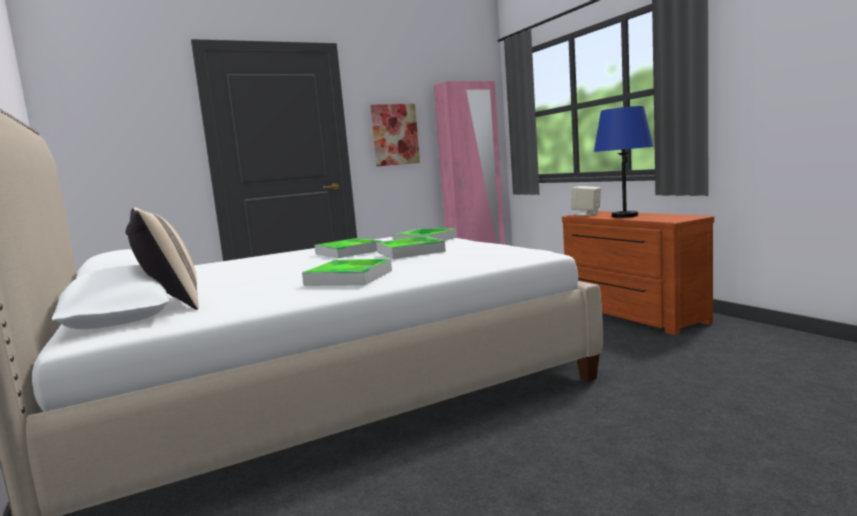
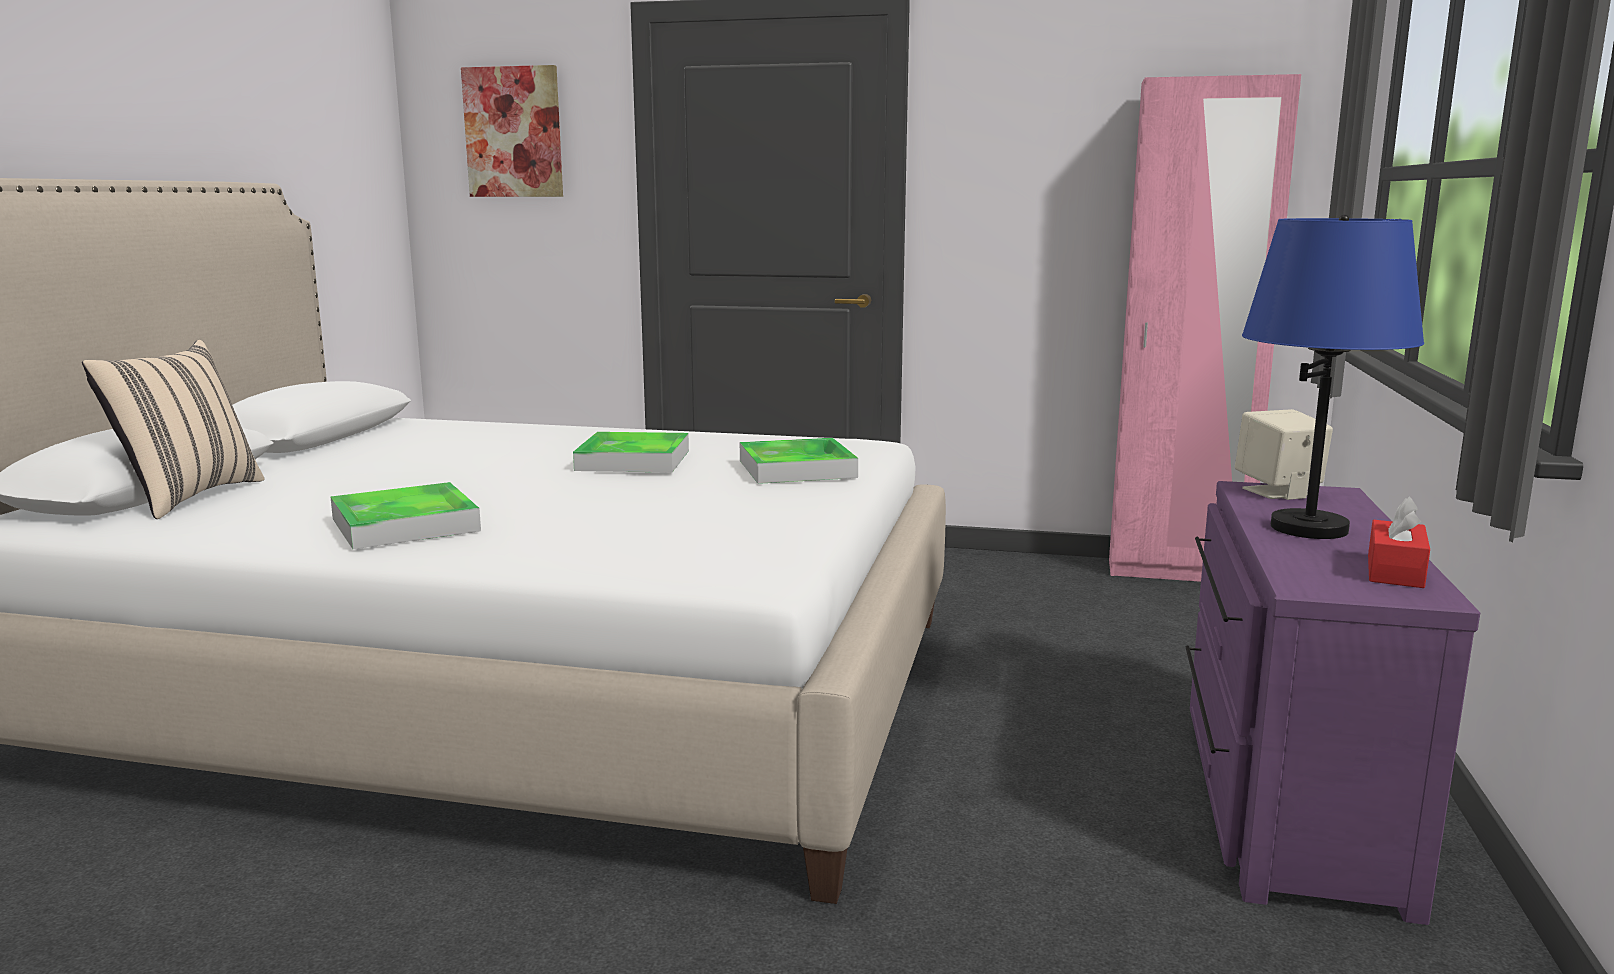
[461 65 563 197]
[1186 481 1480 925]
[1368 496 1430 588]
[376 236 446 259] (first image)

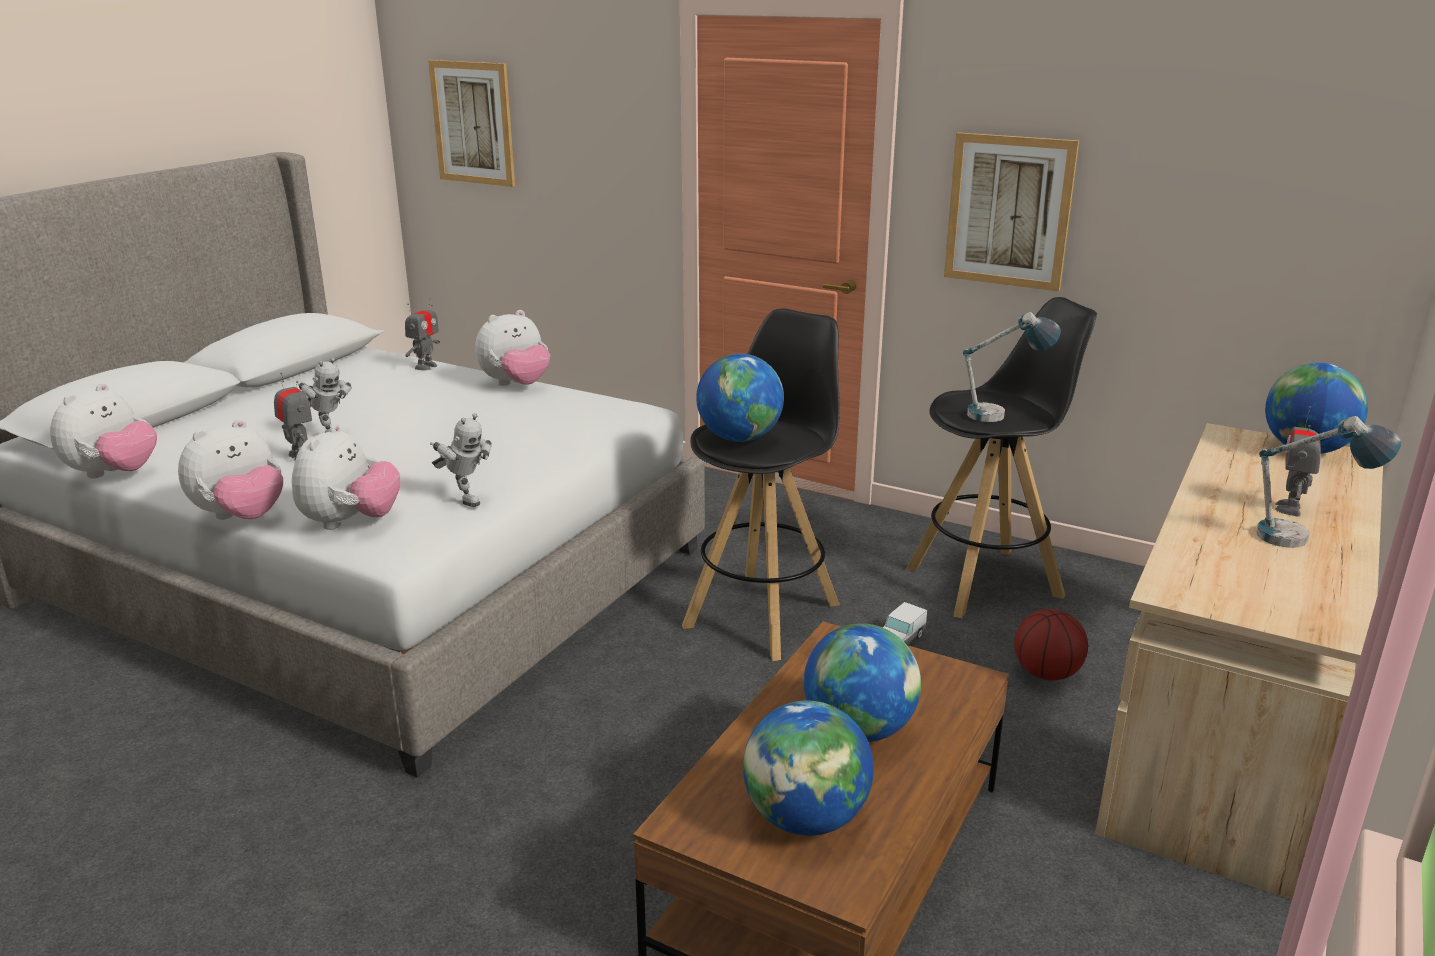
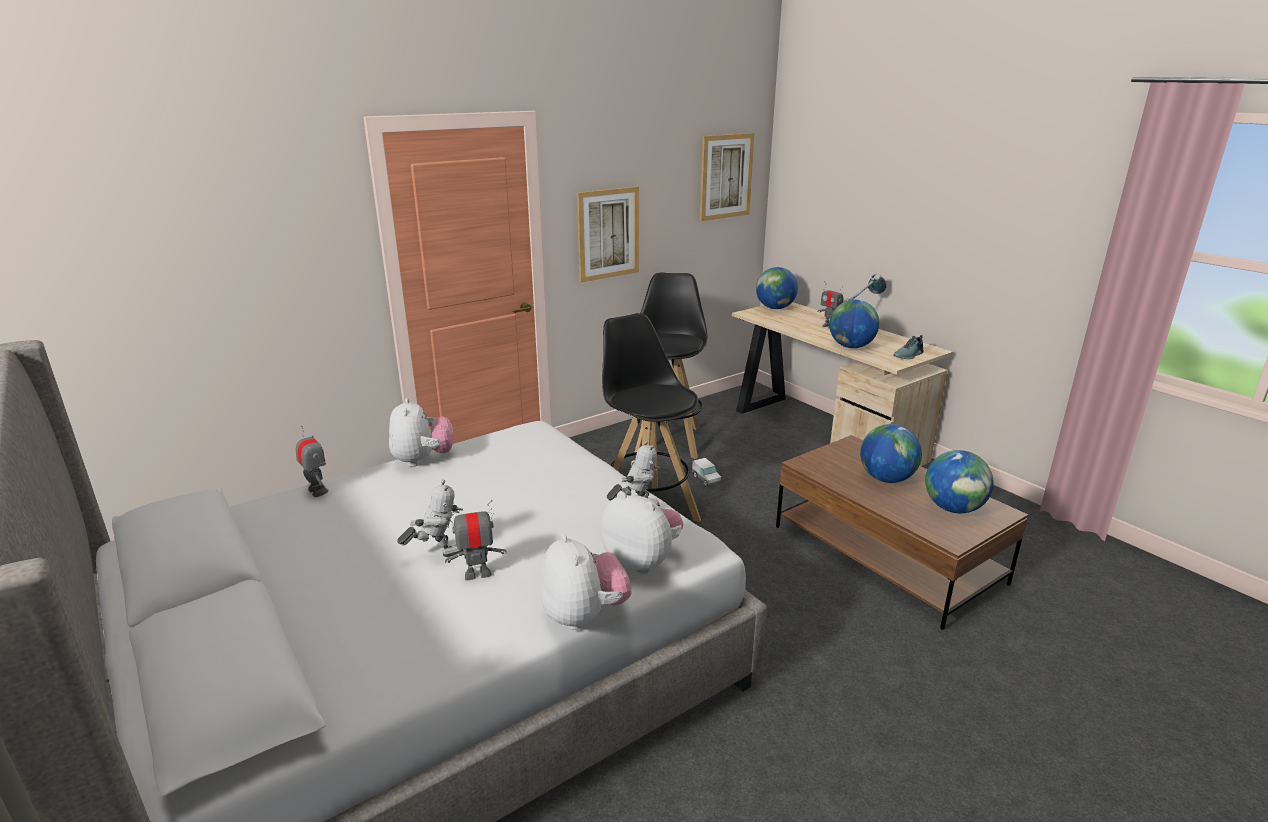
[700 133 754 221]
[829 300 880 348]
[893 335 923 359]
[50 383 157 479] (first image)
[963 312 1061 422] (first image)
[1014 609 1088 681] (first image)

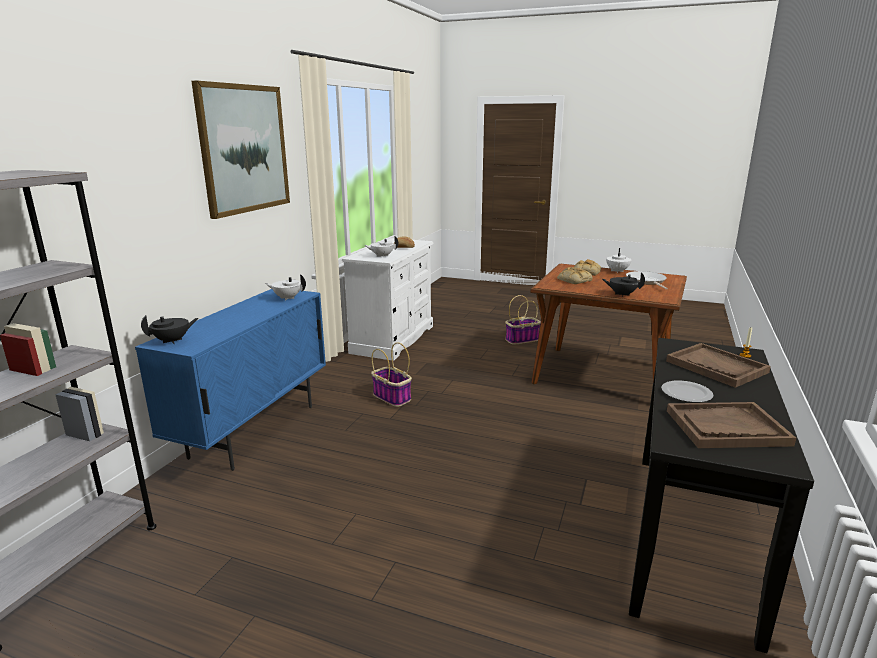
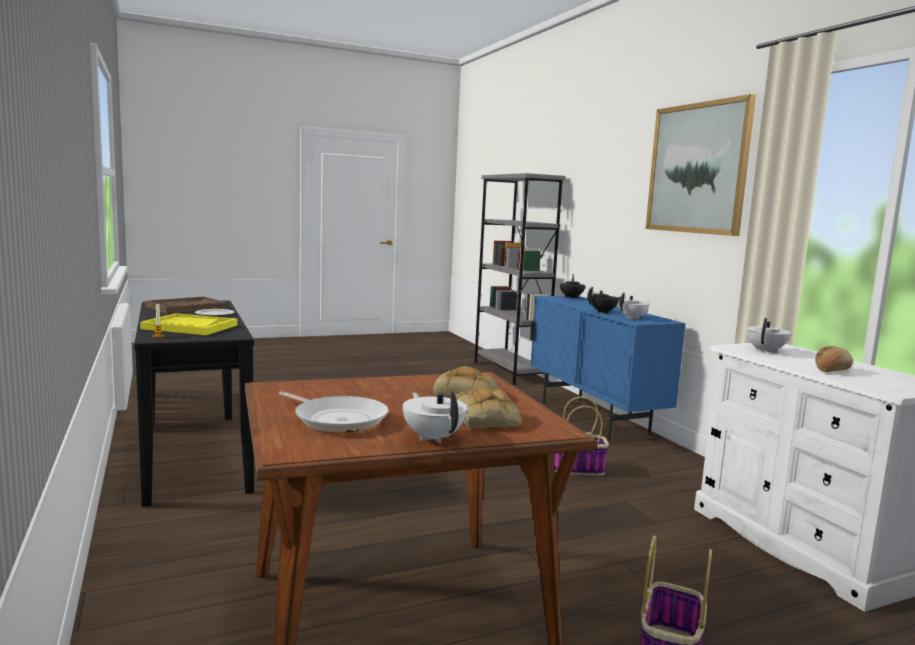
[140 313 238 335]
[587 287 620 314]

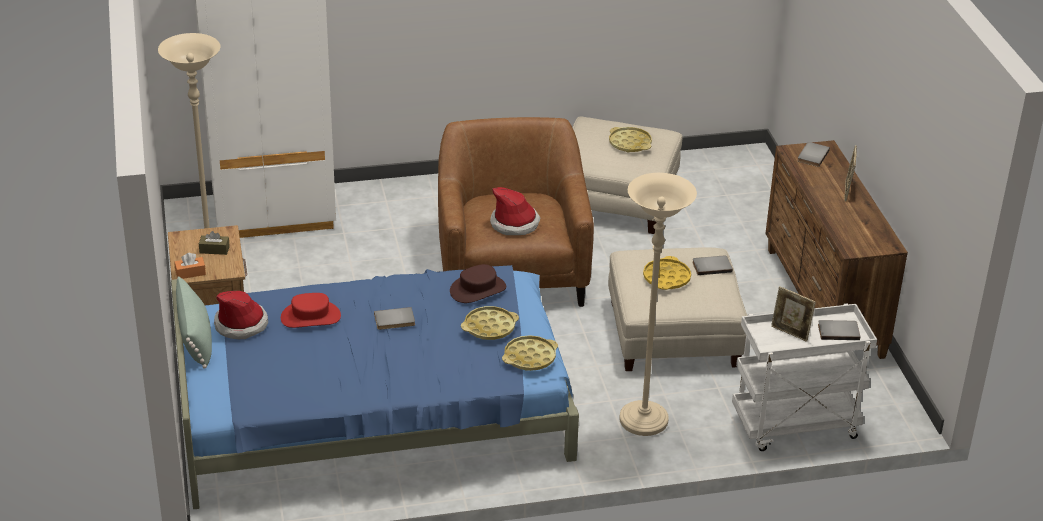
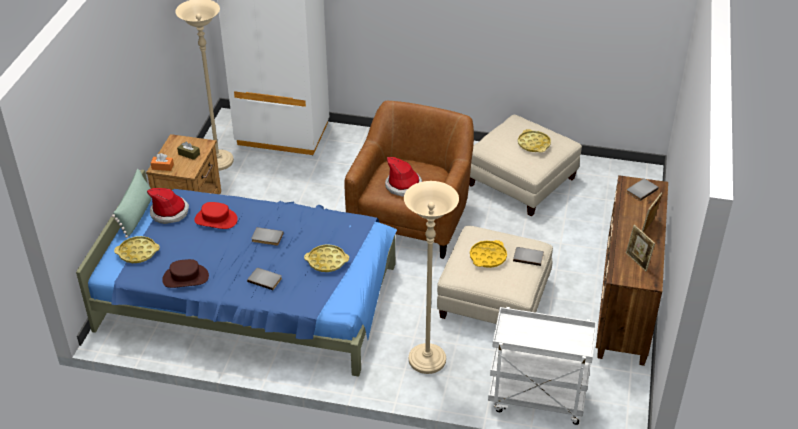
[114 236 160 263]
[162 259 209 288]
[247 268 282 290]
[626 225 655 271]

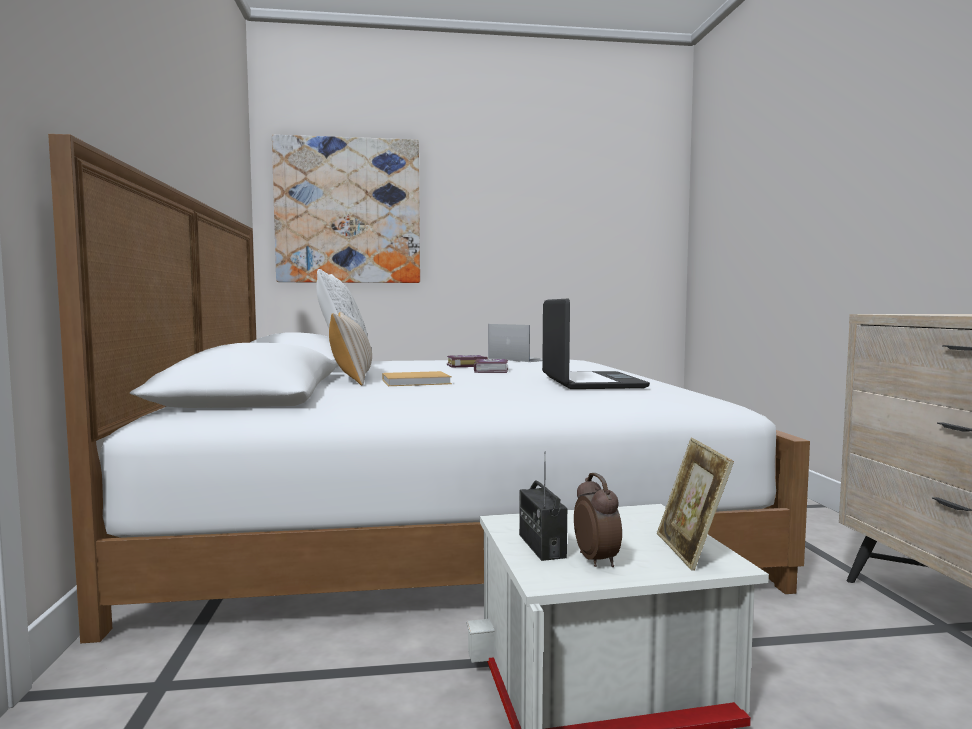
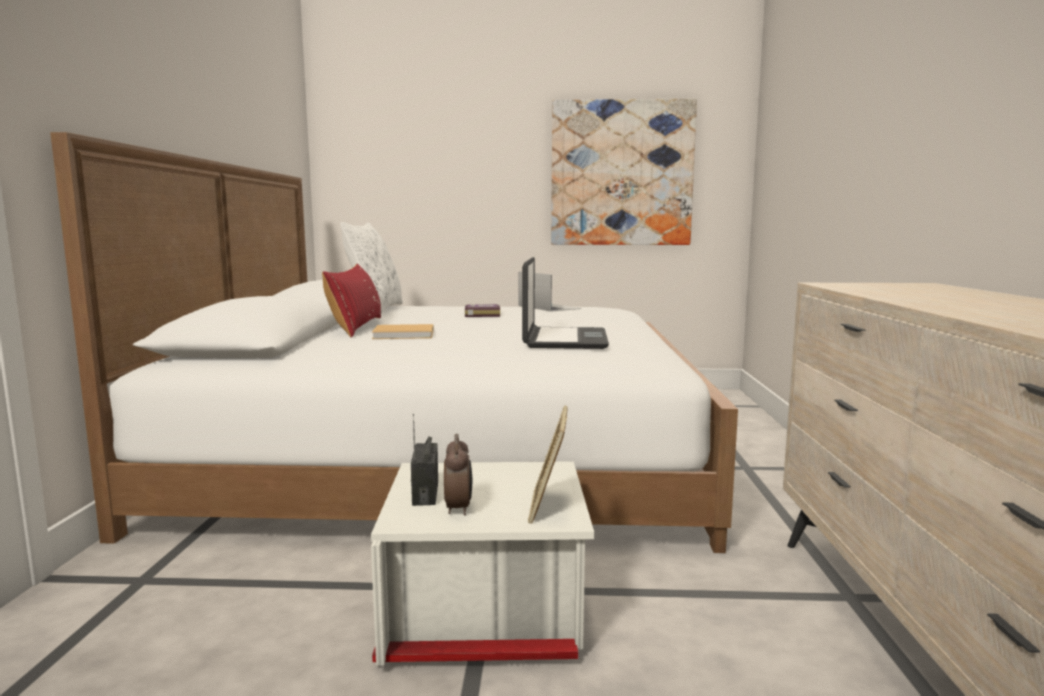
[322 264 381 337]
[551 99 697 245]
[474 359 508 373] (first image)

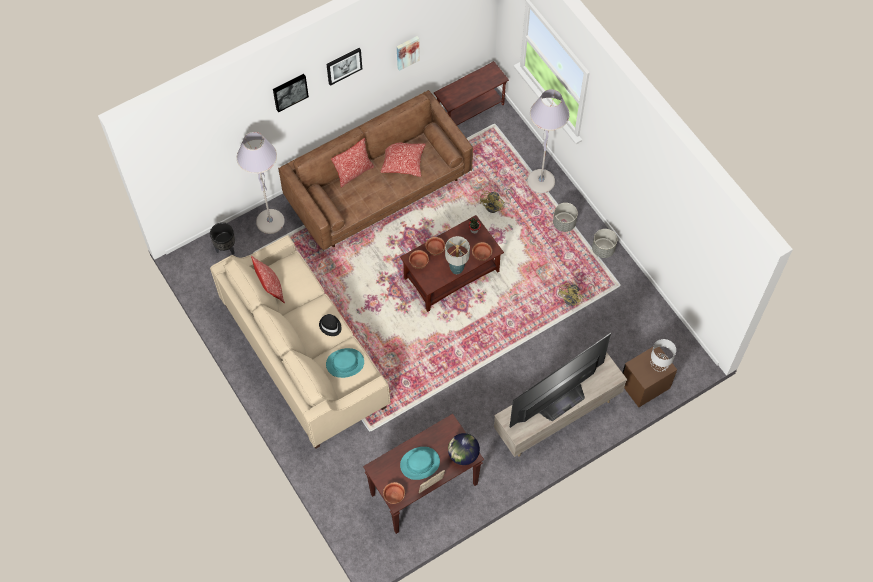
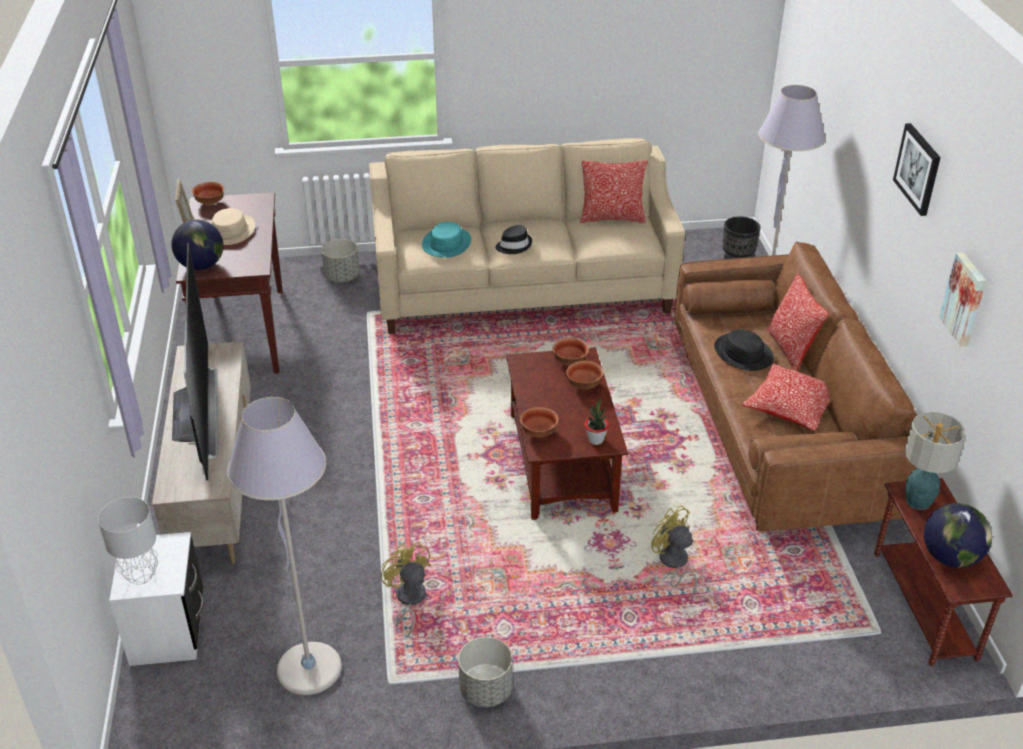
[109 532 203 666]
[209 208 255 245]
[227 397 342 695]
[321 239 360 282]
[714 329 774 371]
[905 411 966 510]
[924 503 992 568]
[273 74 309 112] (first image)

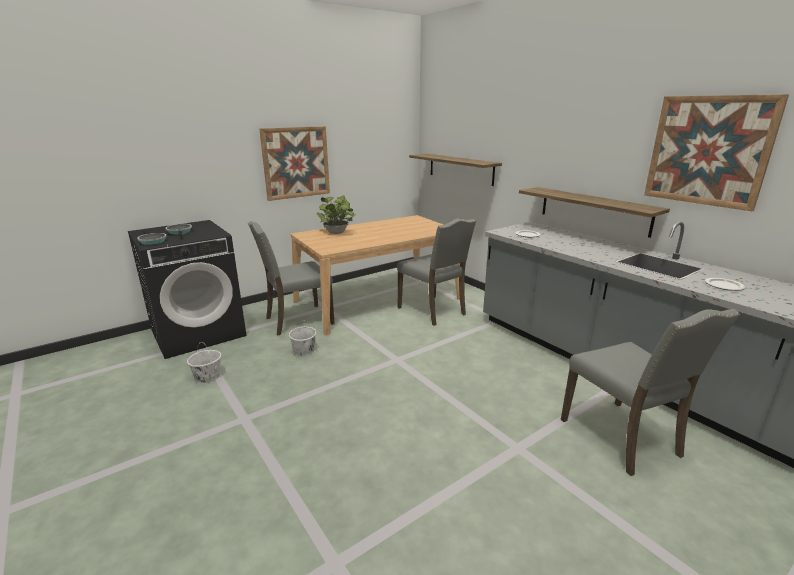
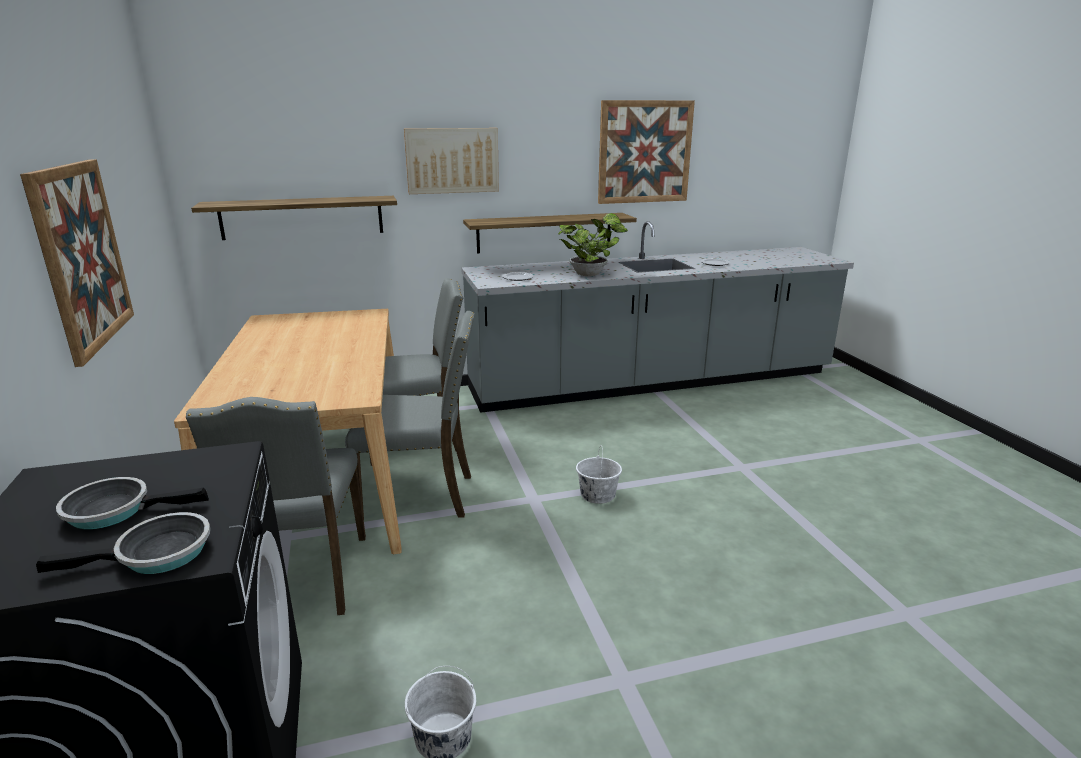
[345 311 475 519]
[404 128 499 194]
[558 213 628 276]
[576 445 622 504]

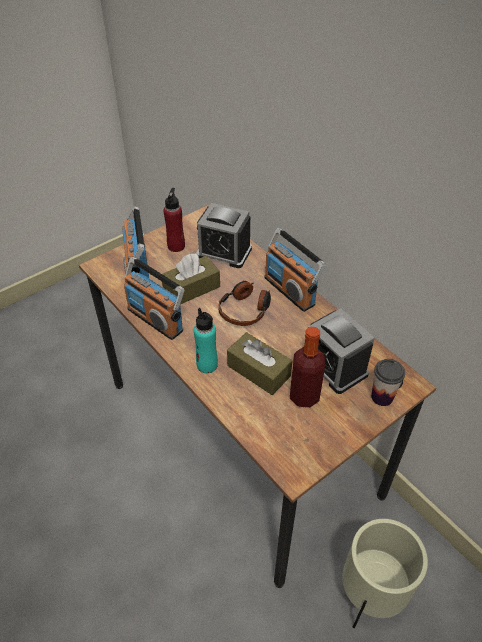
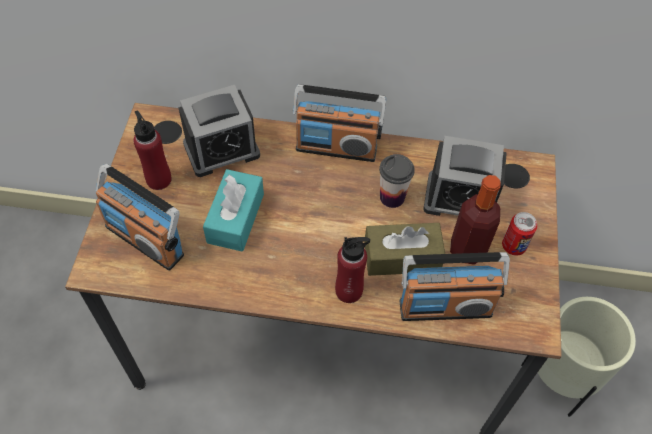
[203 169 264 252]
[335 237 370 303]
[379 154 415 208]
[400 252 510 321]
[502 212 537 256]
[218 281 271 326] (first image)

